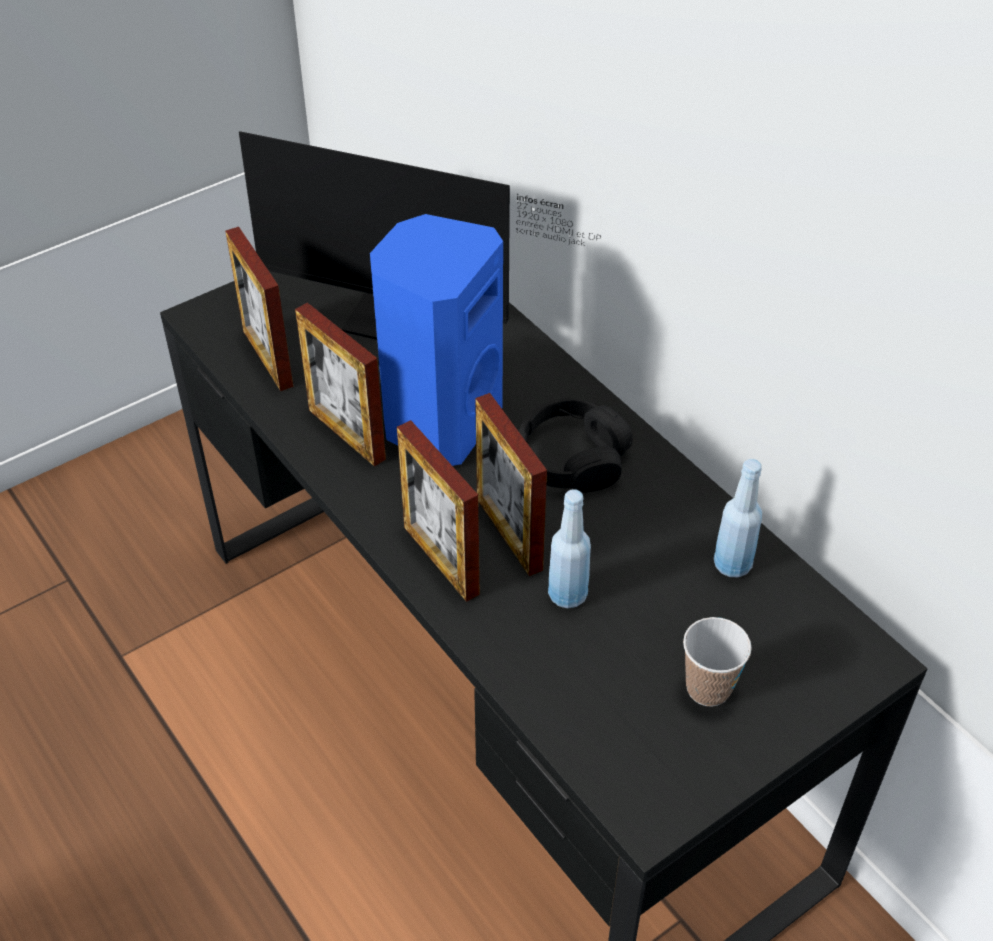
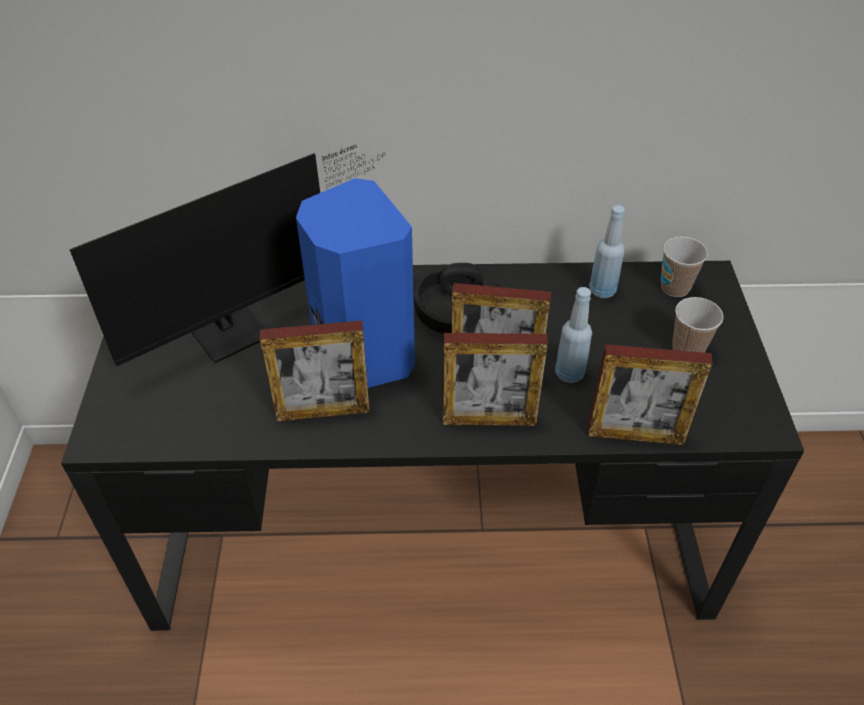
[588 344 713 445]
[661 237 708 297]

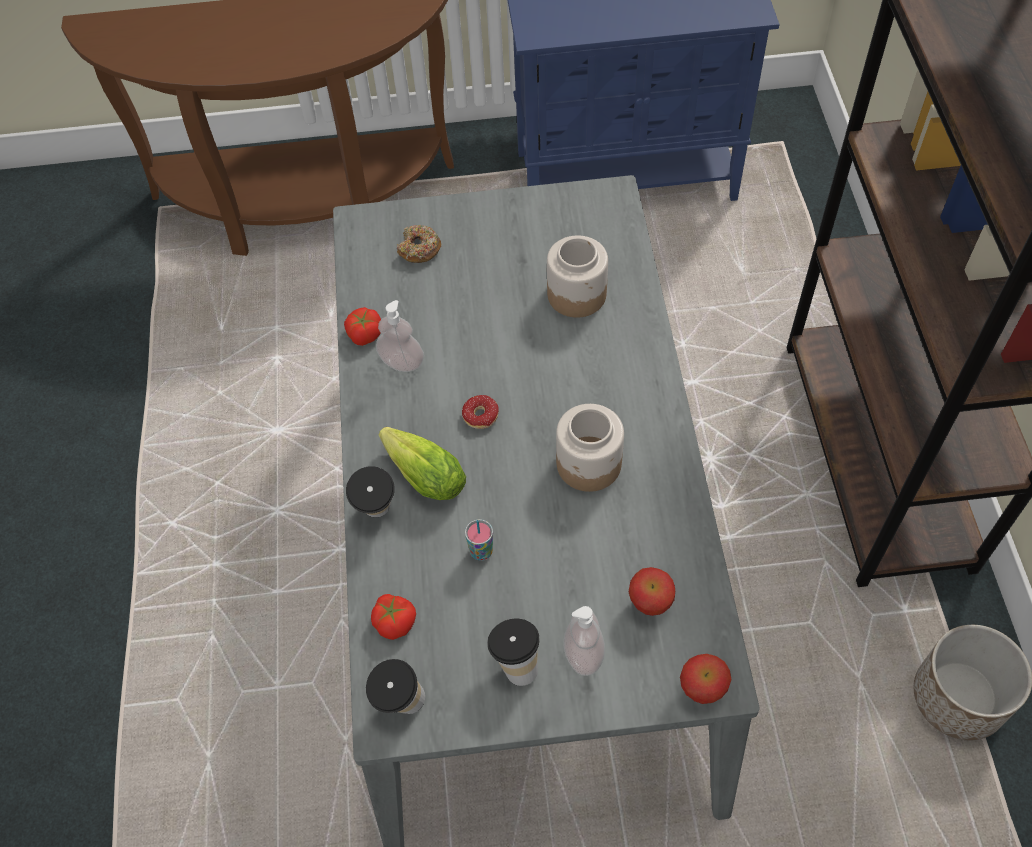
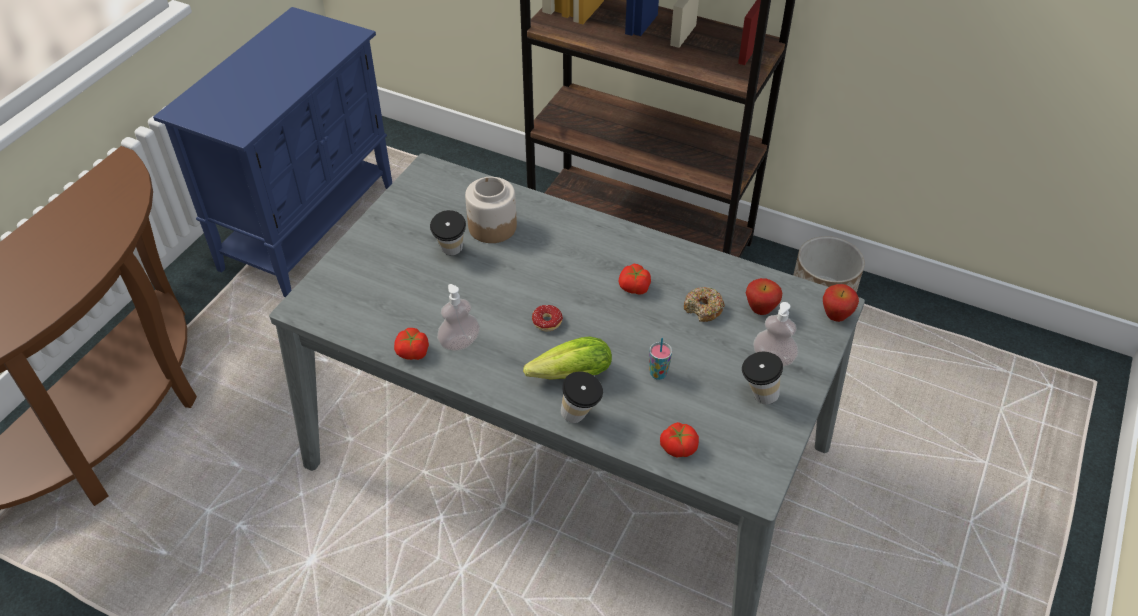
[430 210 466 255]
[618 264 651 295]
[684 287 725 322]

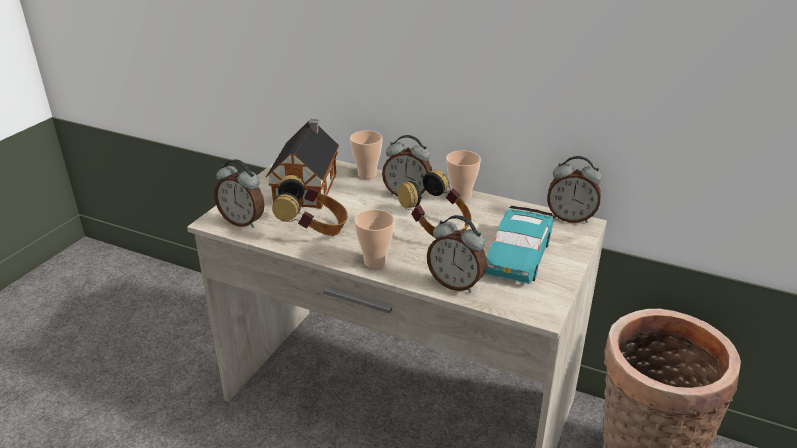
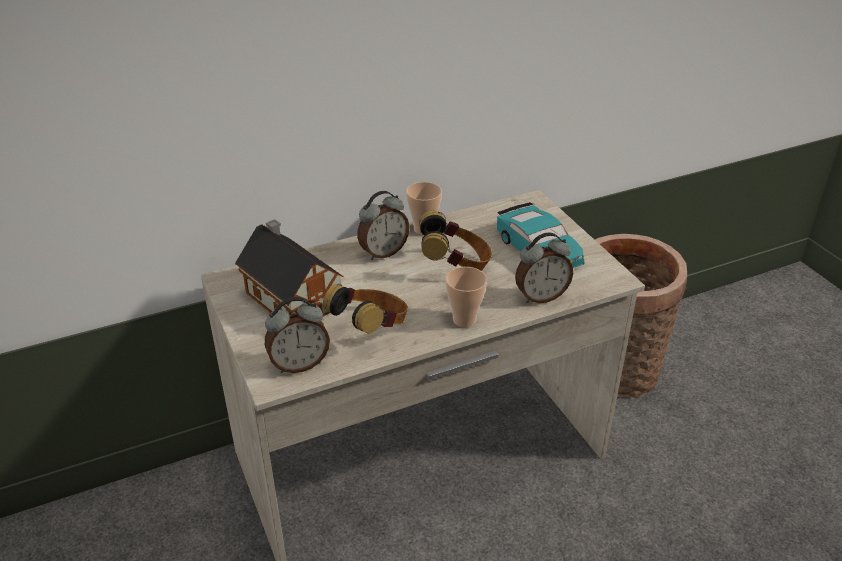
[350 131 383 179] (first image)
[547 156 602 223] (first image)

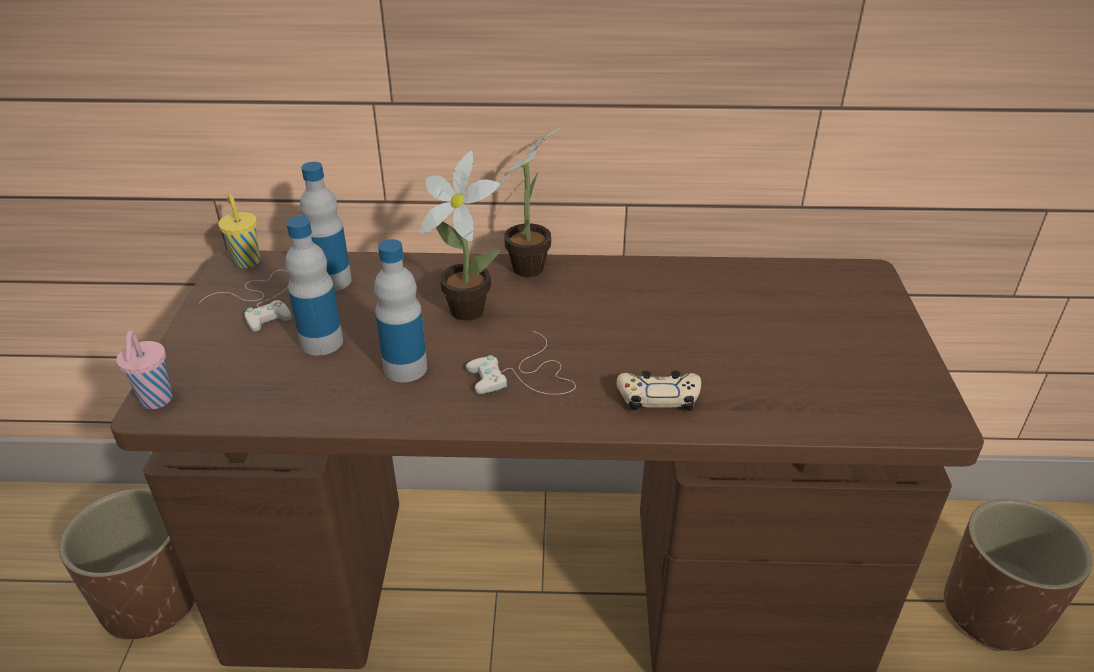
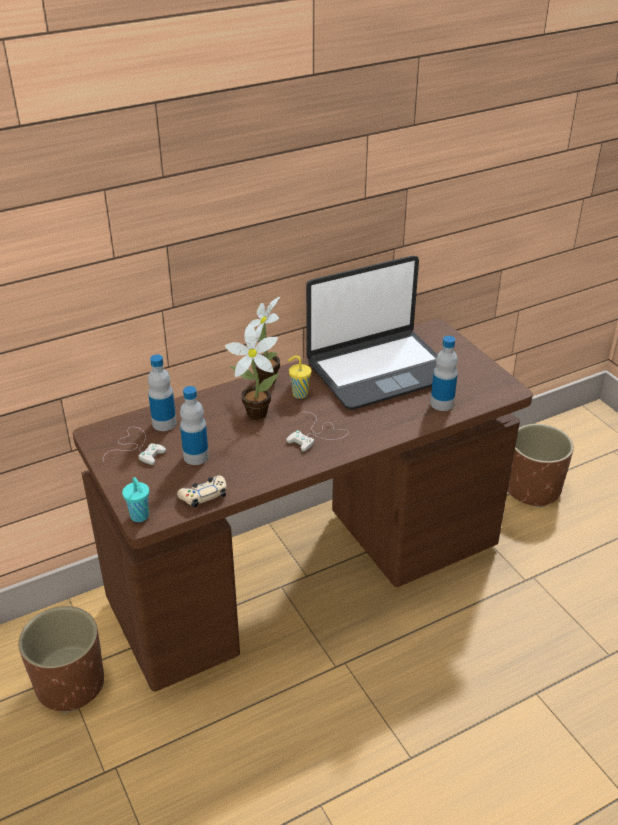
[122 477 149 522]
[177 475 226 508]
[288 355 312 399]
[306 256 458 410]
[430 336 458 411]

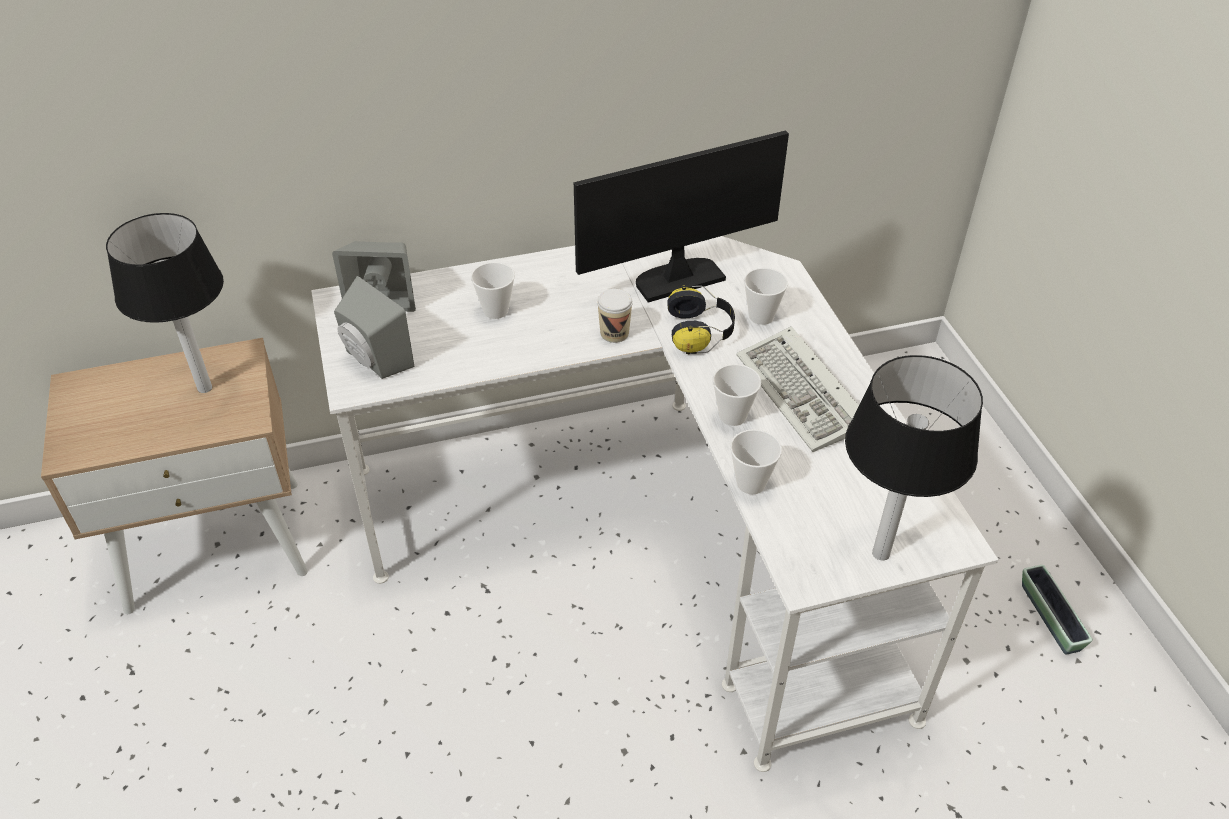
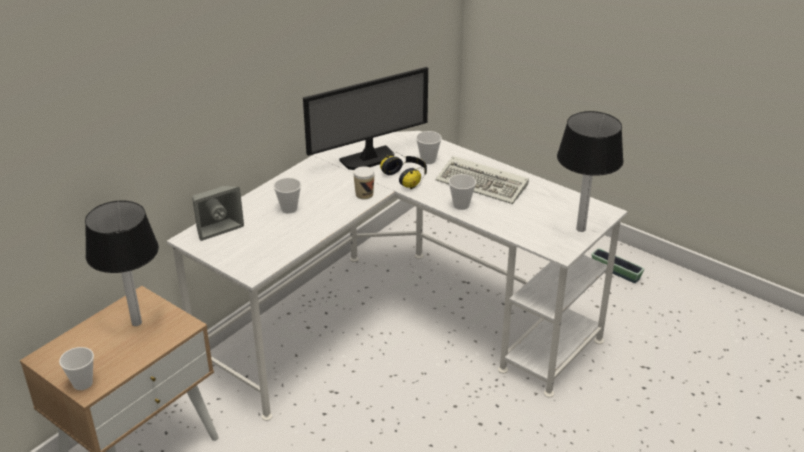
[59 347 94 390]
[303 67 428 170]
[334 276 414 379] (first image)

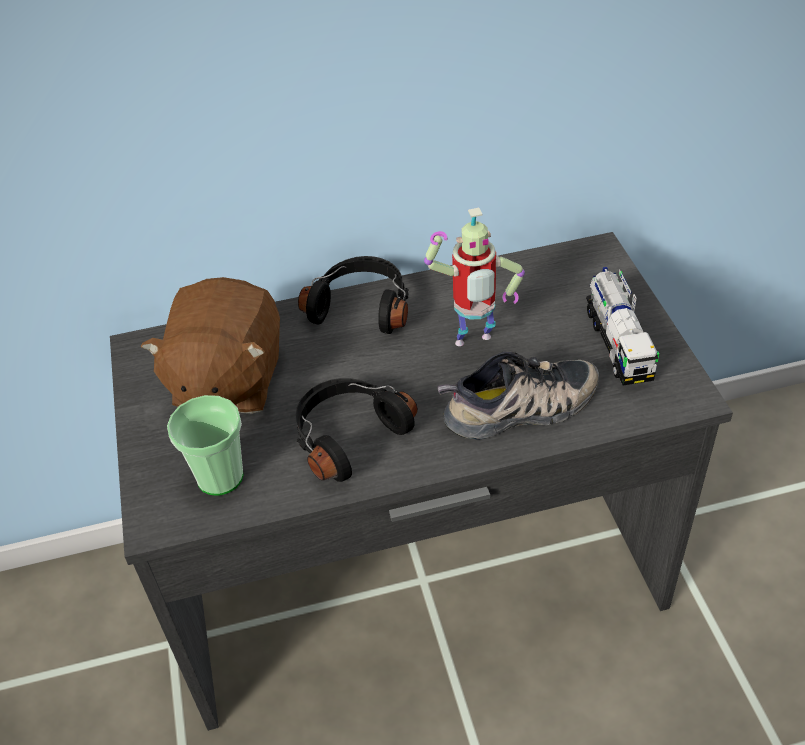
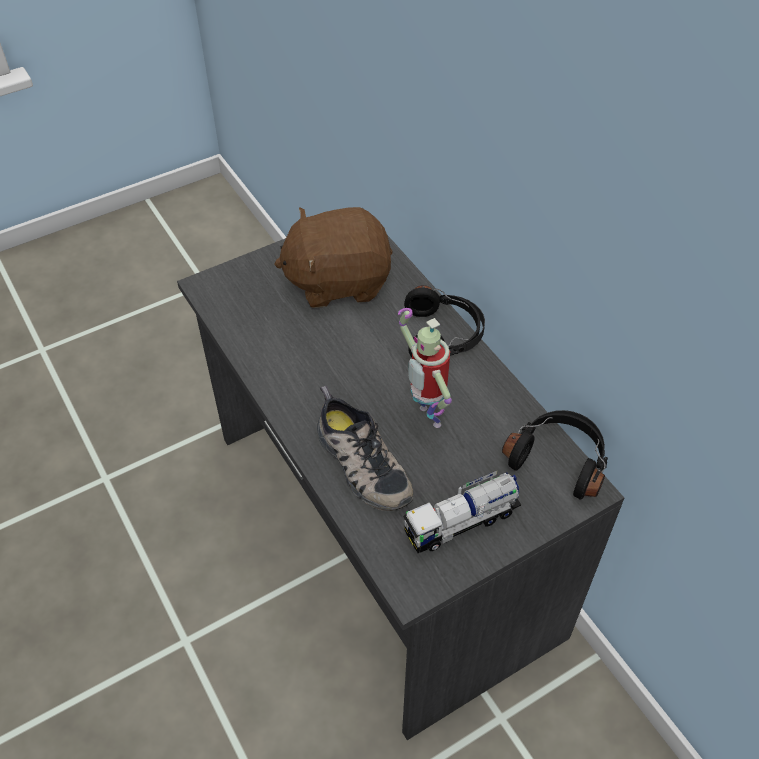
[502 410 608 500]
[167 395 244 496] (first image)

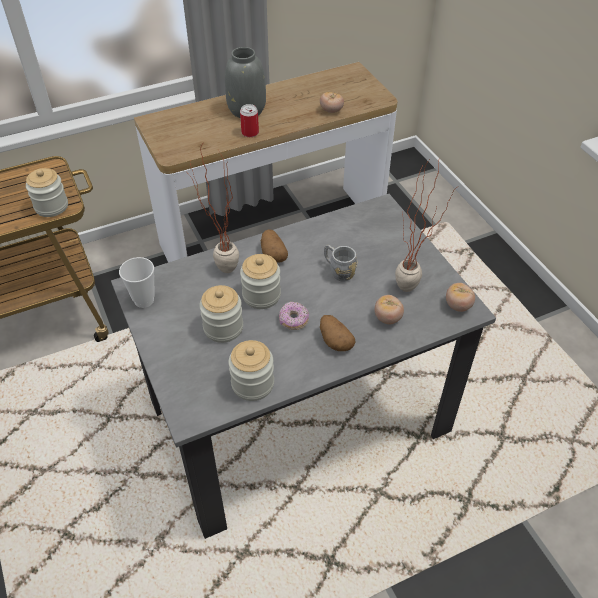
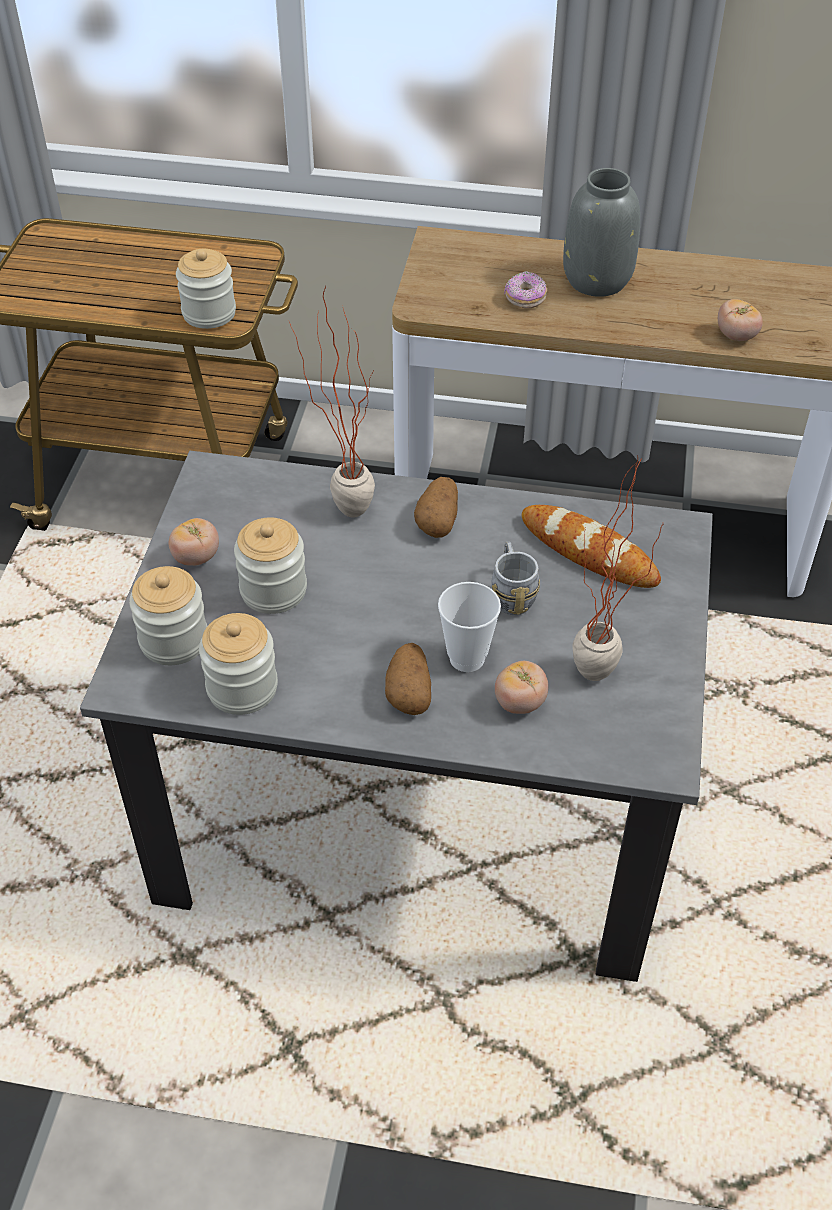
[129 566 207 665]
[169 518 219 566]
[438 582 501 672]
[504 271 547 308]
[522 505 661 588]
[240 104 259 137] (first image)

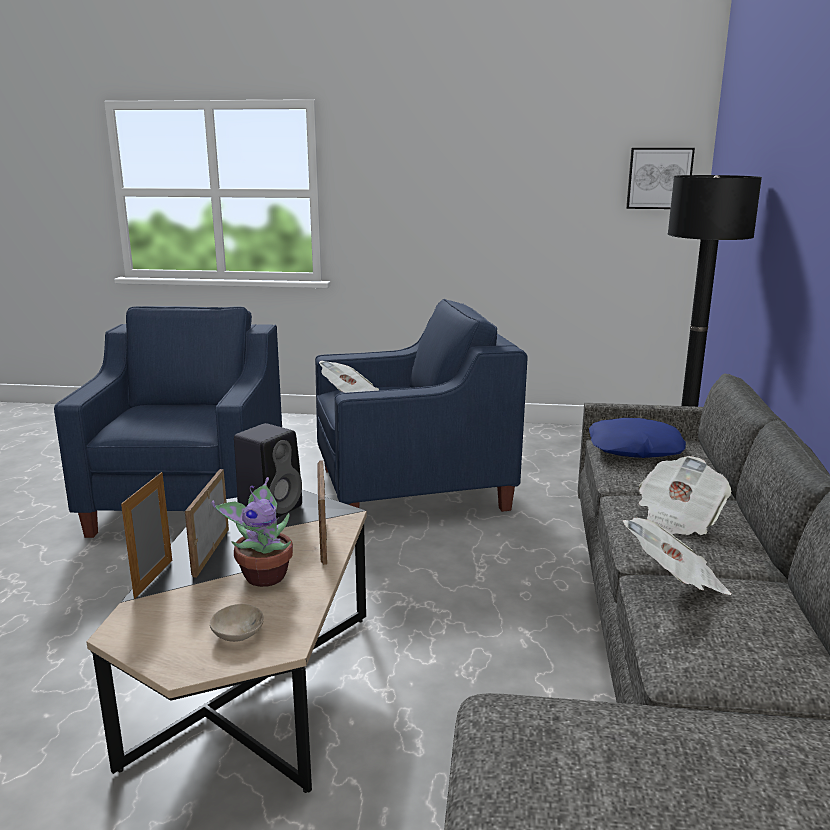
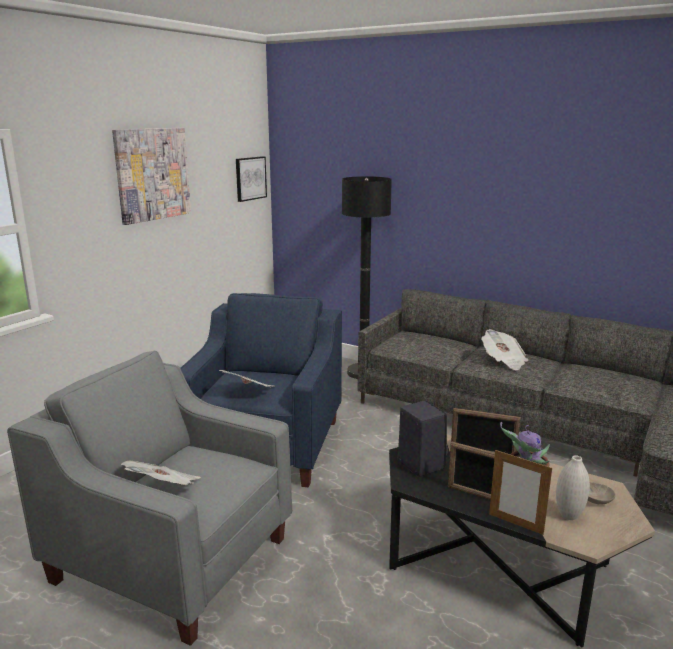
[7 351 292 646]
[112 128 191 225]
[121 461 201 485]
[556 455 590 520]
[589 418 686 458] (first image)

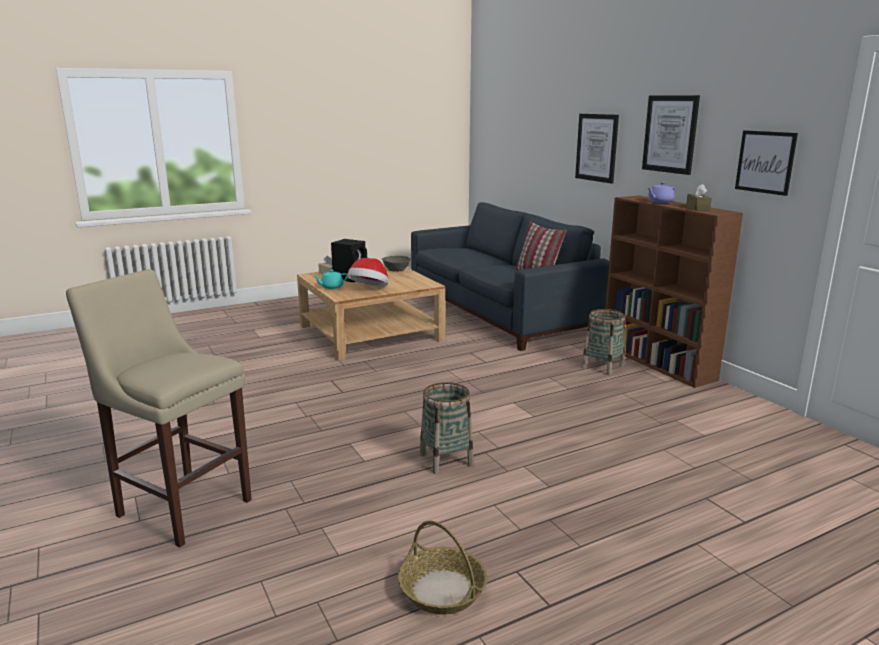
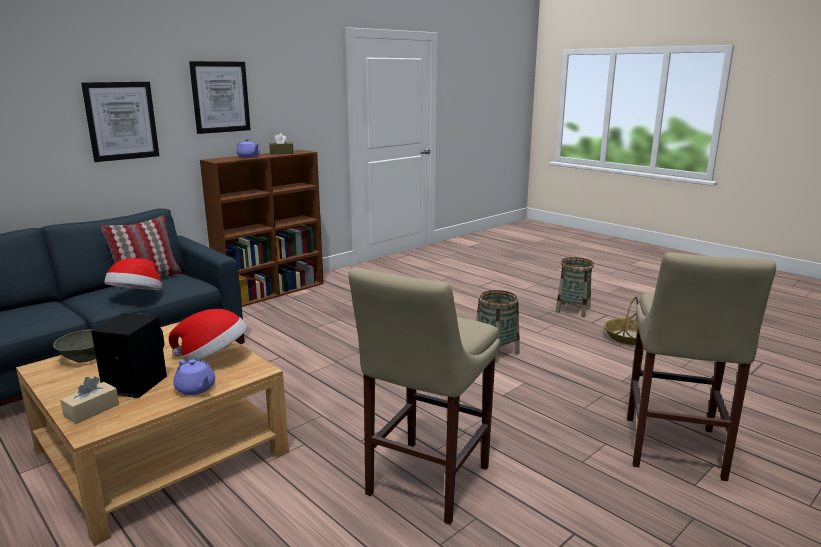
[104 258 162 290]
[173 359 215 395]
[349 267 500 524]
[556 257 594 317]
[735 130 798 196] (first image)

